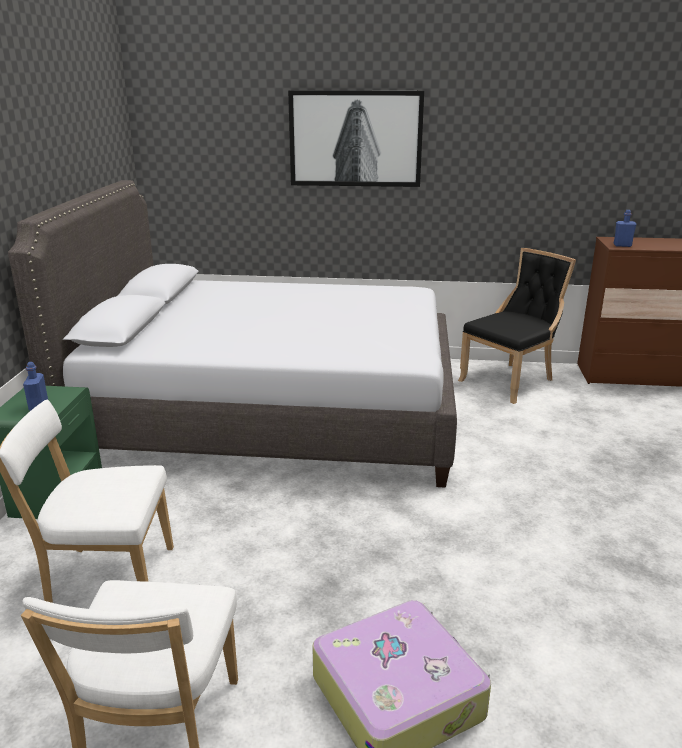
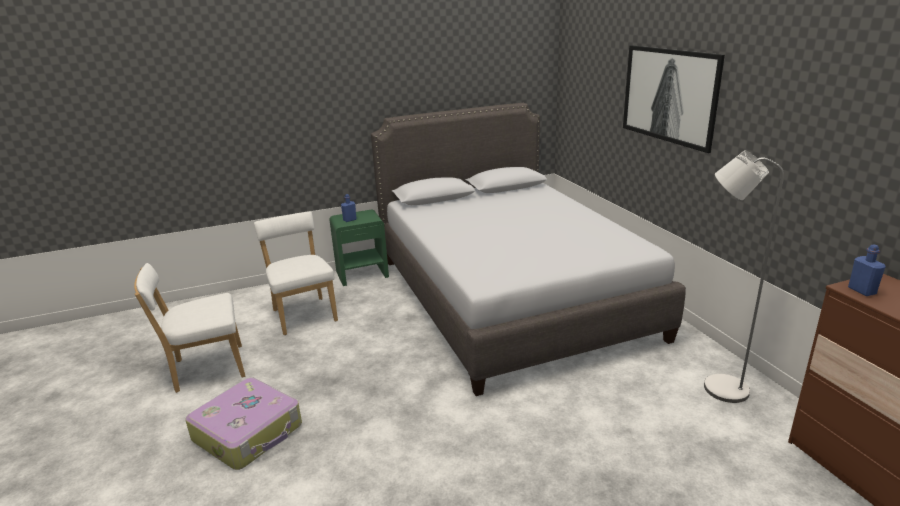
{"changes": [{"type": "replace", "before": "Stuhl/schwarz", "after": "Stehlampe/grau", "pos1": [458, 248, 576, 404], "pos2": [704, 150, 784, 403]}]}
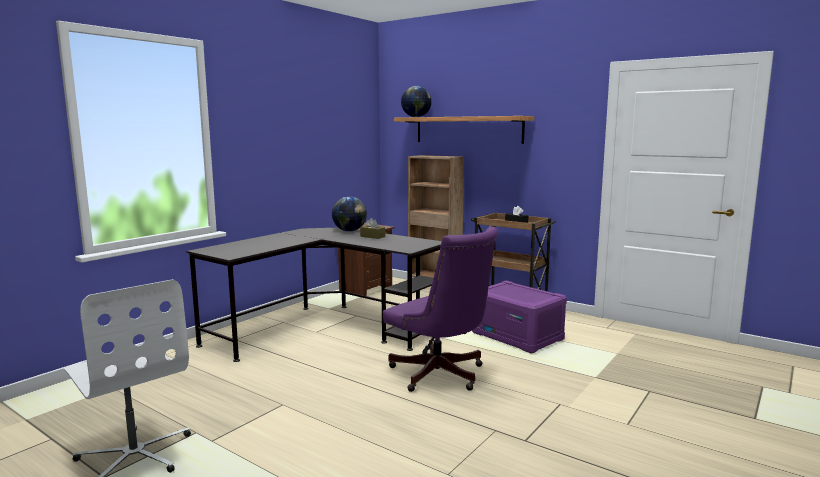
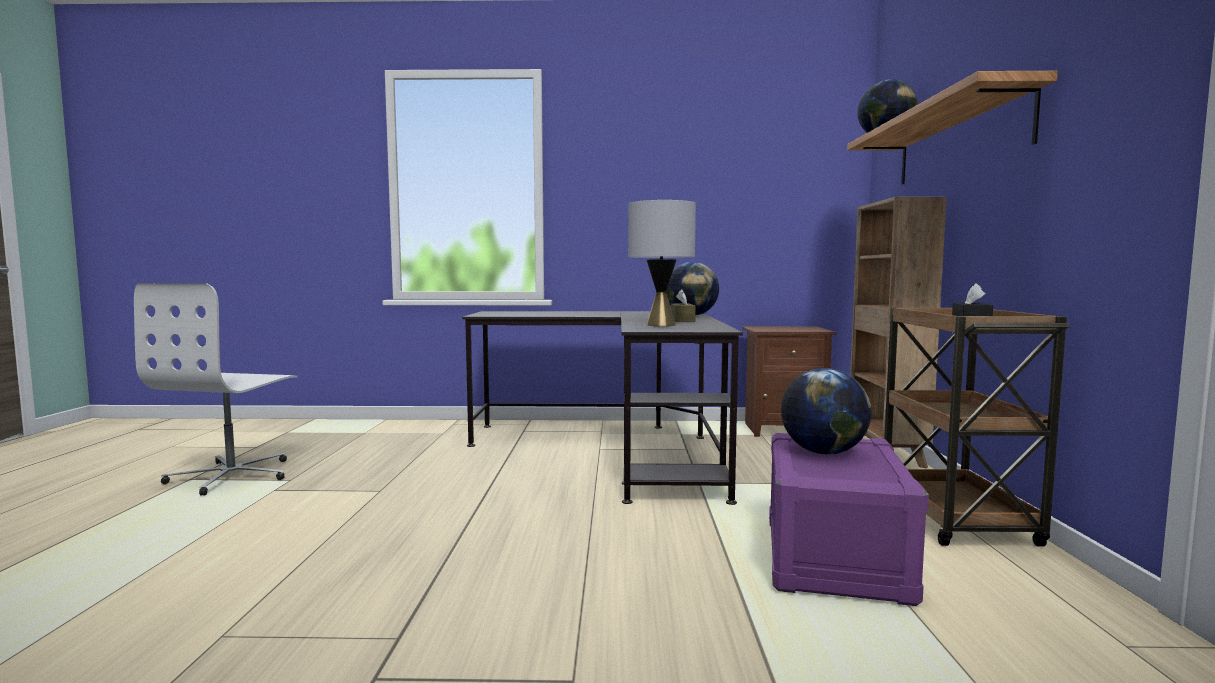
{"changes": [{"type": "delete", "before": "Bürostuhl/lila", "pos1": [383, 227, 498, 392]}, {"type": "insert", "after": "Tischlampe/grau", "pos2": [628, 199, 696, 326]}, {"type": "insert", "after": "Globus", "pos2": [781, 368, 872, 454]}]}
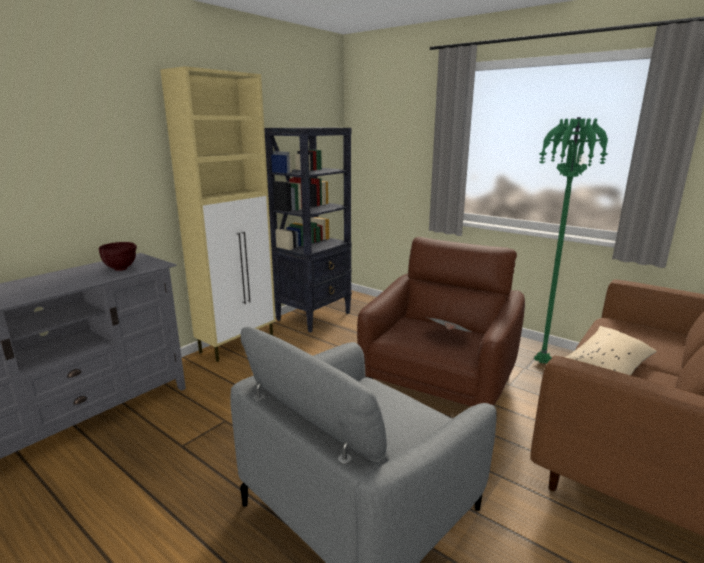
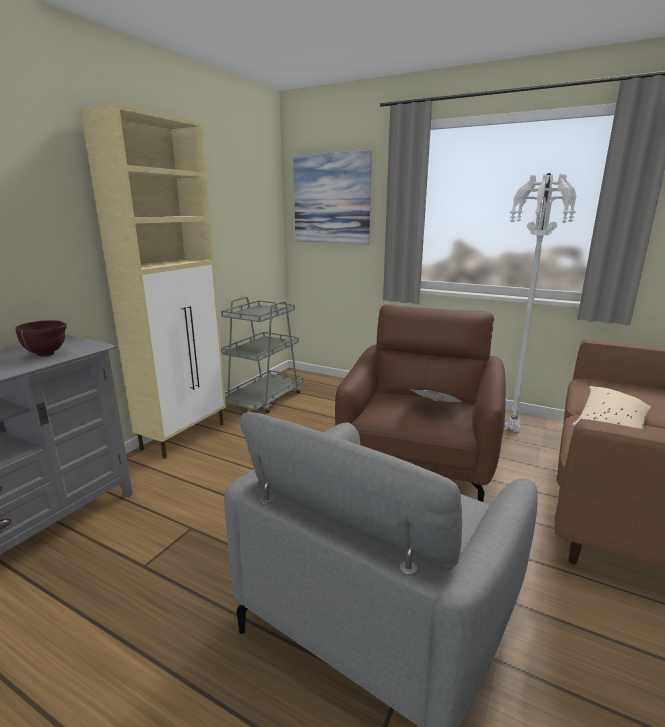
{"changes": [{"type": "replace", "before": "Bücherregal/schwarz", "after": "Rollwagen/grau", "pos1": [264, 127, 352, 333], "pos2": [221, 297, 304, 413]}, {"type": "recolor", "before": "Stehlampe/grün", "after": "Stehlampe/weiß", "pos1": [534, 117, 608, 364], "pos2": [505, 173, 576, 430]}, {"type": "insert", "after": "Bild", "pos2": [293, 150, 372, 245]}]}
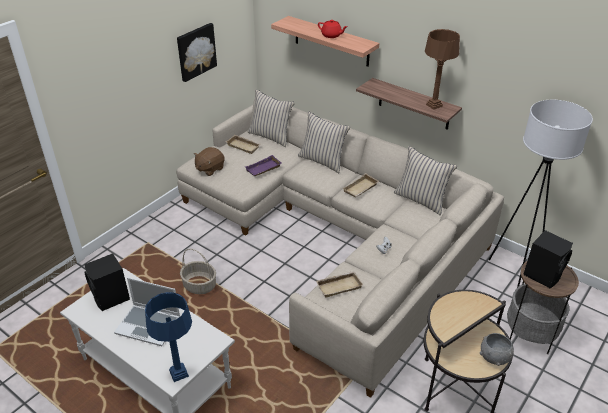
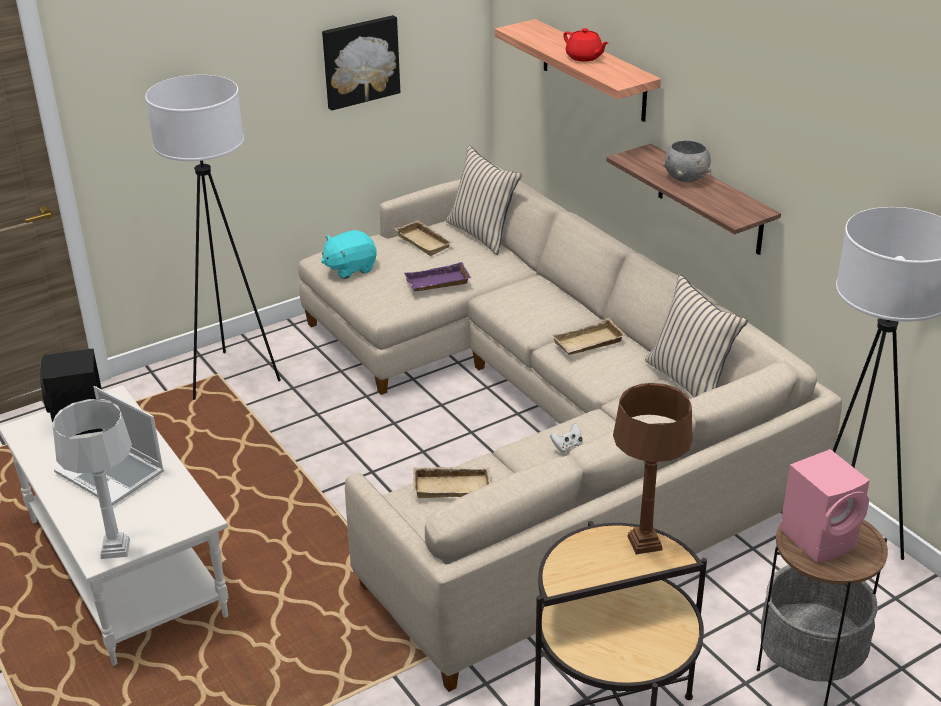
{"changes": [{"type": "recolor", "before": "Tischlampe/blau", "after": "Tischlampe/grau", "pos1": [145, 292, 192, 382], "pos2": [52, 399, 132, 559]}, {"type": "delete", "before": "Korb", "pos1": [180, 249, 216, 294]}, {"type": "recolor", "before": "Plüschtier/braun", "after": "Plüschtier/türkis", "pos1": [194, 147, 225, 176], "pos2": [321, 230, 377, 279]}, {"type": "delete", "before": "Kissen/beige", "pos1": [298, 111, 350, 173]}, {"type": "move", "before": "Tischlampe/braun", "pos1": [425, 29, 460, 110], "pos2": [613, 383, 693, 554]}, {"type": "move", "before": "Schüssel/grau", "pos1": [480, 333, 514, 366], "pos2": [663, 140, 711, 182]}, {"type": "recolor", "before": "Lautsprecher/schwarz", "after": "Lautsprecher/rosa", "pos1": [523, 230, 573, 288], "pos2": [780, 449, 870, 563]}, {"type": "insert", "after": "Stehlampe/weiß", "pos2": [145, 75, 281, 400]}]}
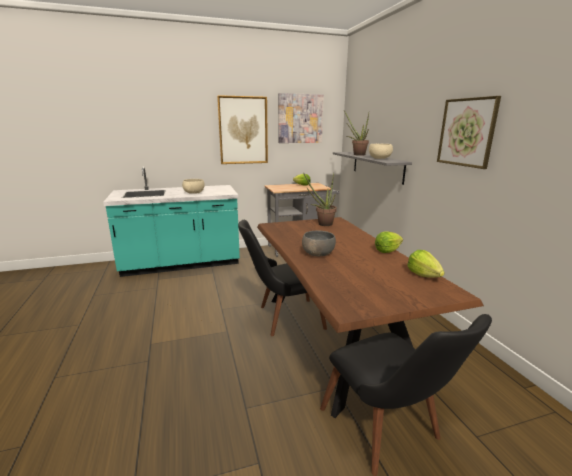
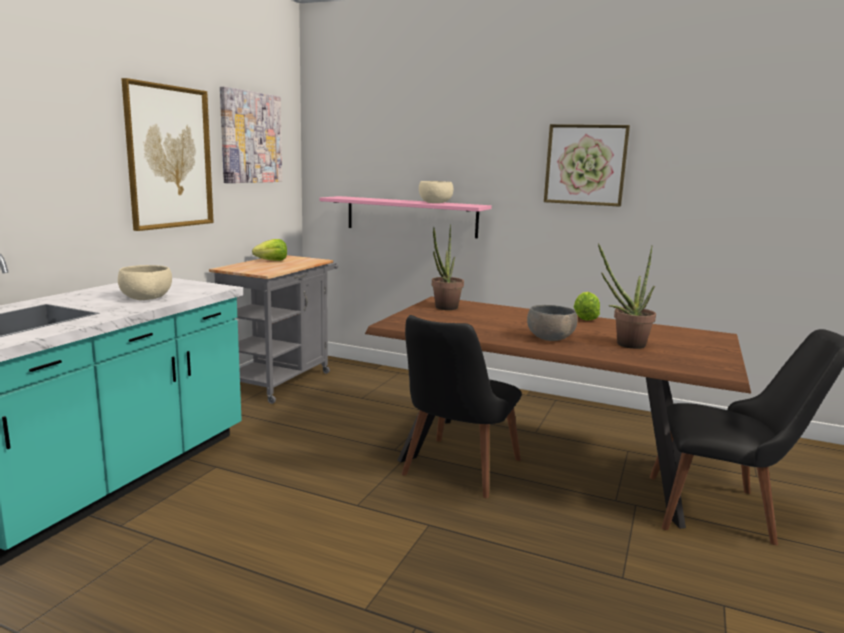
{"changes": [{"type": "recolor", "before": "Wandregal/grau", "after": "Wandregal/rosa", "pos1": [333, 152, 412, 185], "pos2": [319, 196, 492, 238]}, {"type": "move", "before": "Topfpflanze", "pos1": [344, 111, 369, 156], "pos2": [598, 243, 656, 349]}, {"type": "delete", "before": "Salatkopf", "pos1": [408, 250, 445, 278]}]}
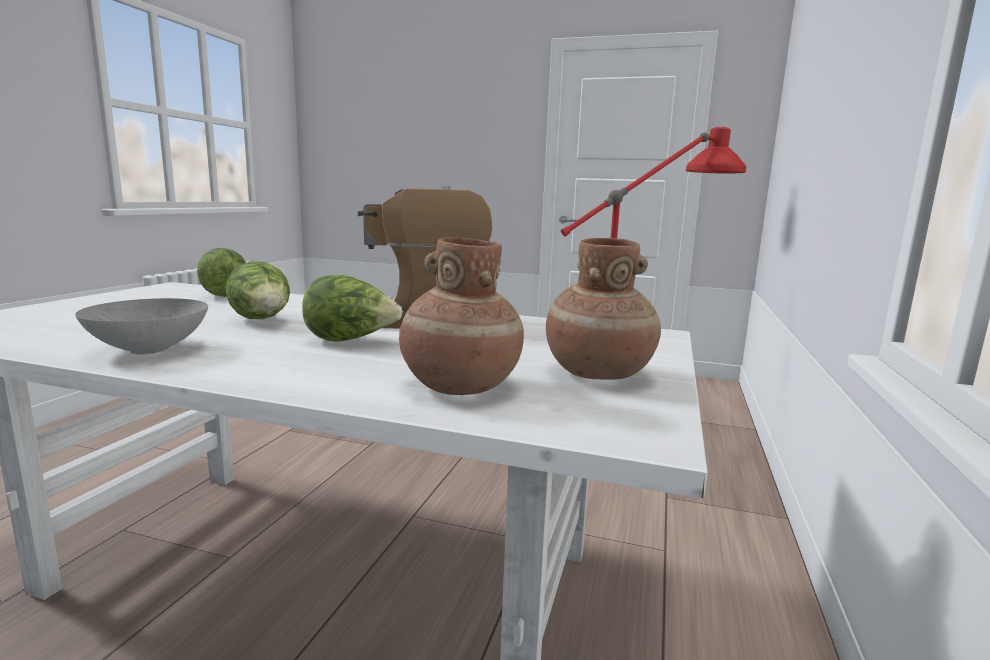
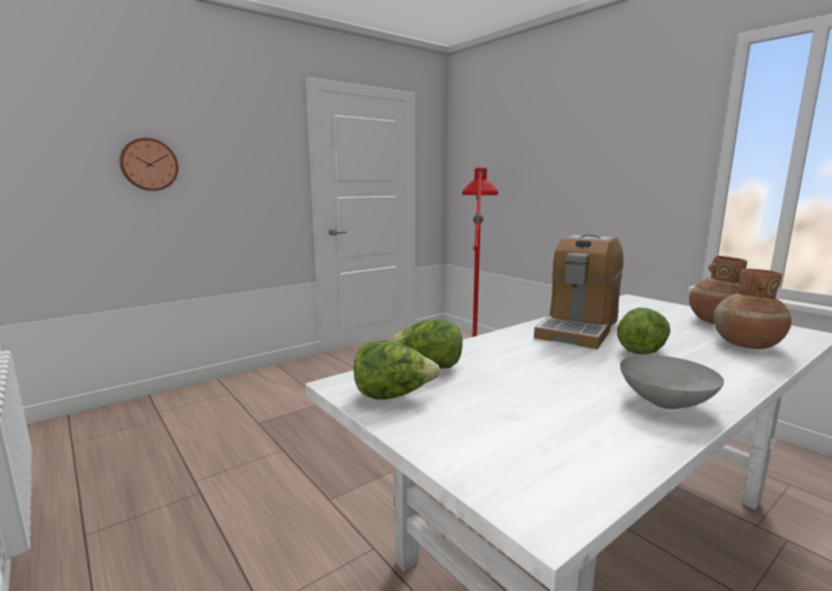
{"changes": [{"type": "move", "before": "Salatkopf", "pos1": [226, 261, 290, 319], "pos2": [354, 340, 440, 400]}, {"type": "insert", "after": "Wanduhr", "pos2": [120, 138, 178, 191]}]}
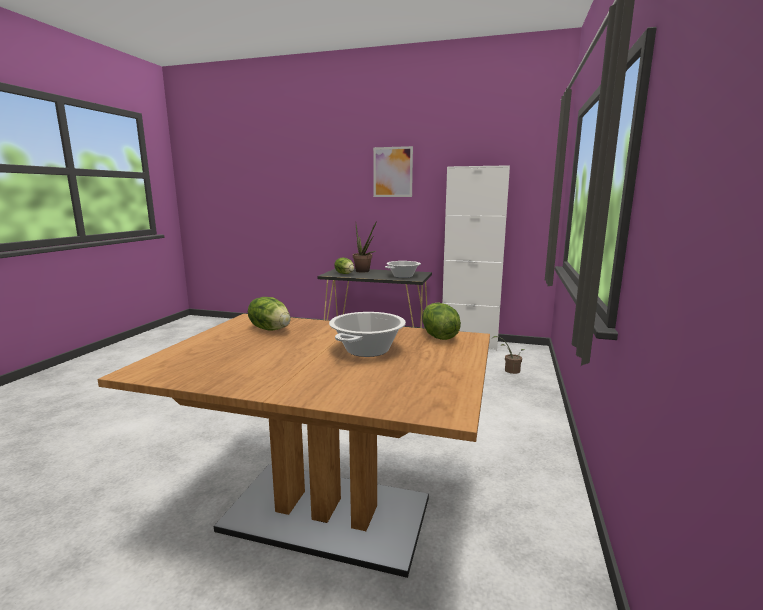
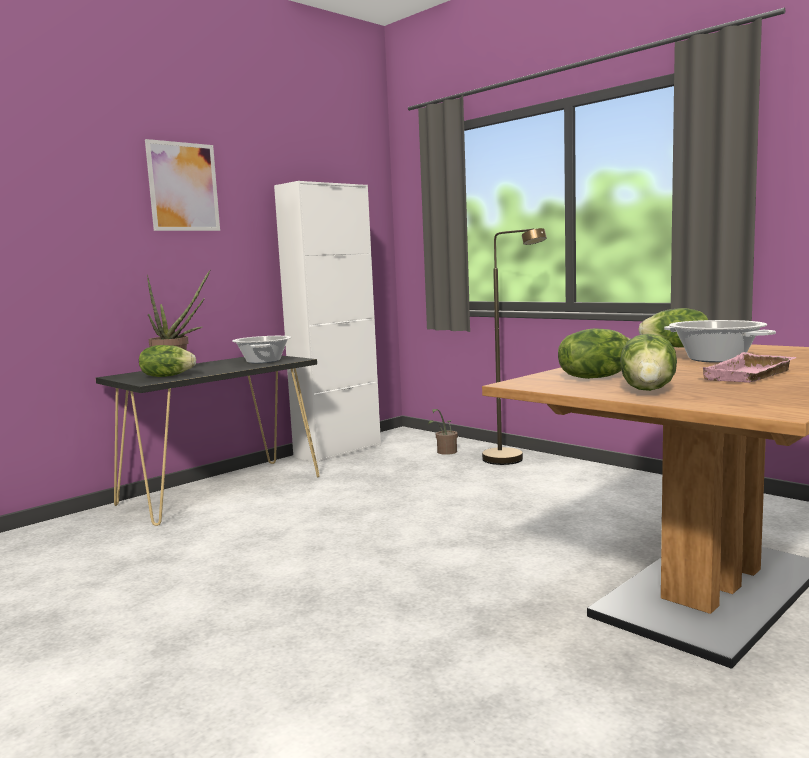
{"changes": [{"type": "insert", "after": "Stehlampe/braun", "pos2": [482, 228, 547, 465]}, {"type": "insert", "after": "Salatkopf", "pos2": [620, 334, 677, 391]}, {"type": "insert", "after": "Tablett/rosa", "pos2": [702, 352, 796, 383]}]}
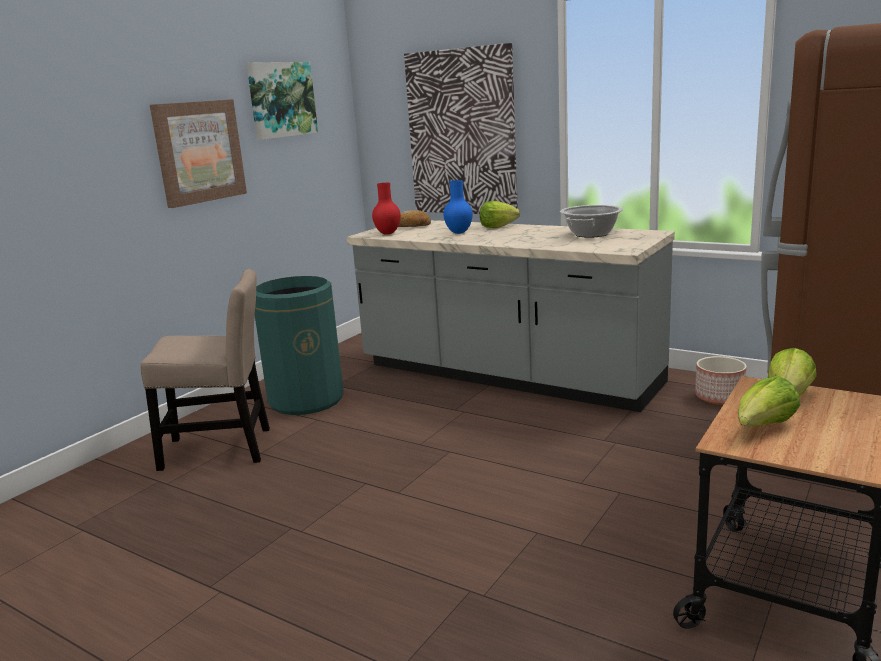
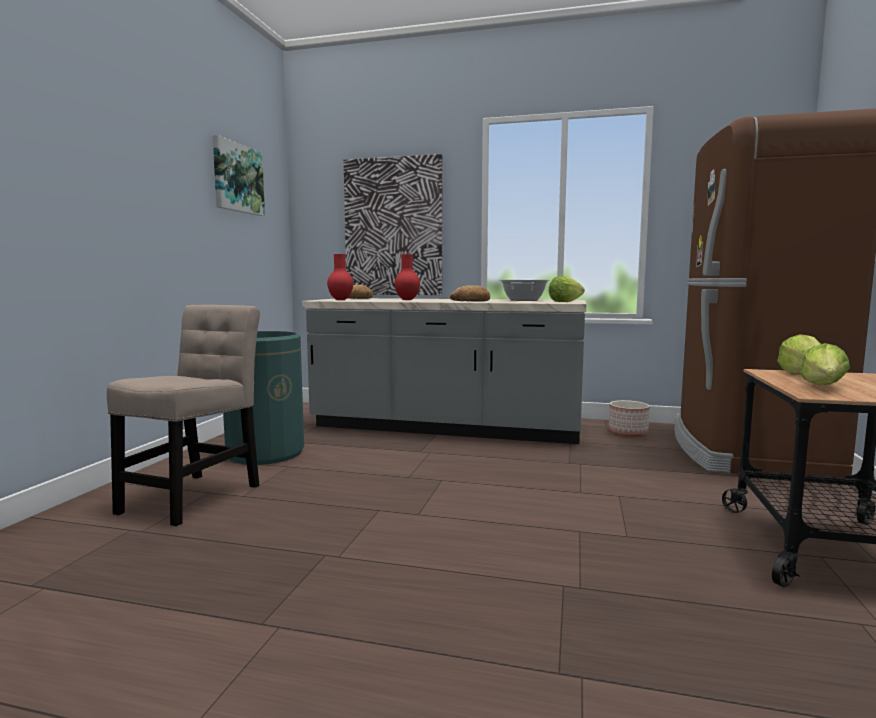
{"changes": [{"type": "rotate", "before": "Stuhl/beige", "pos1": [140, 269, 270, 471], "pos2": [107, 305, 260, 526], "turn": -45}, {"type": "delete", "before": "Bild", "pos1": [150, 99, 247, 208]}, {"type": "recolor", "before": "Vase/blau", "after": "Vase/rot", "pos1": [443, 180, 473, 234], "pos2": [395, 254, 420, 300]}, {"type": "move", "before": "Salatkopf", "pos1": [480, 201, 520, 228], "pos2": [548, 276, 584, 302]}, {"type": "insert", "after": "Brot", "pos2": [450, 285, 490, 301]}]}
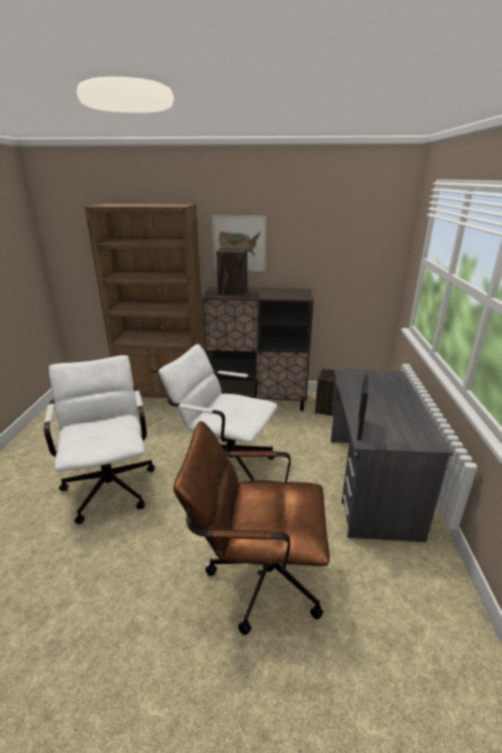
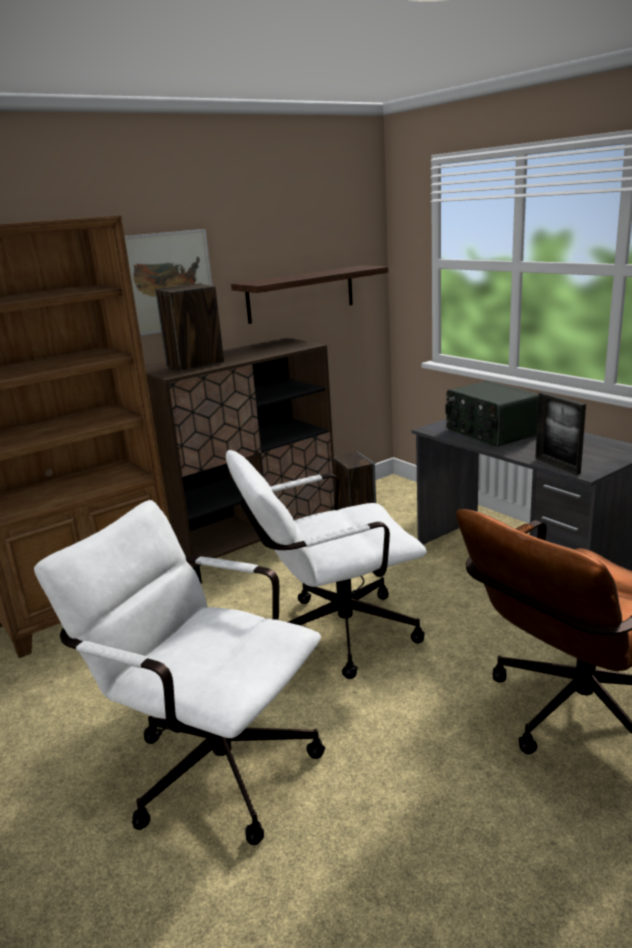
{"changes": [{"type": "insert", "after": "Wandregal", "pos2": [231, 265, 388, 324]}, {"type": "insert", "after": "Radio", "pos2": [446, 381, 539, 447]}]}
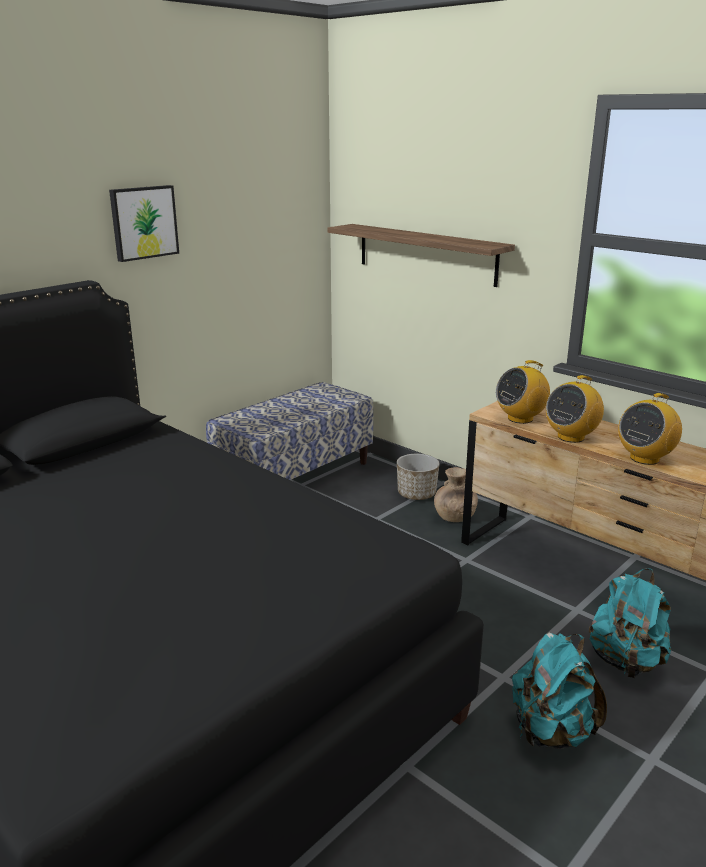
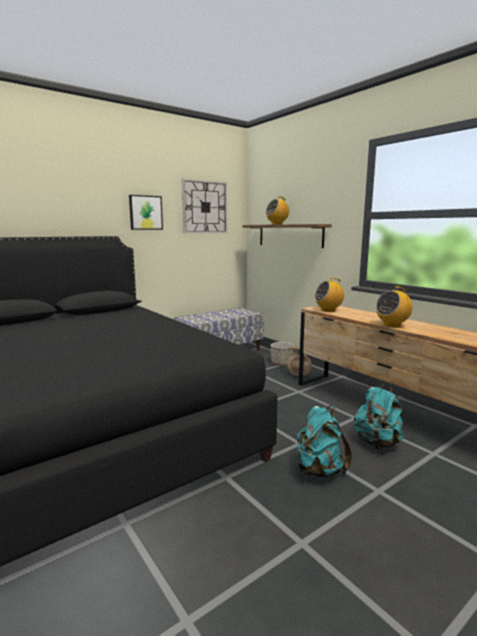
{"changes": [{"type": "move", "before": "Radio", "pos1": [546, 375, 604, 443], "pos2": [265, 196, 289, 225]}, {"type": "insert", "after": "Wanduhr", "pos2": [182, 178, 227, 234]}]}
